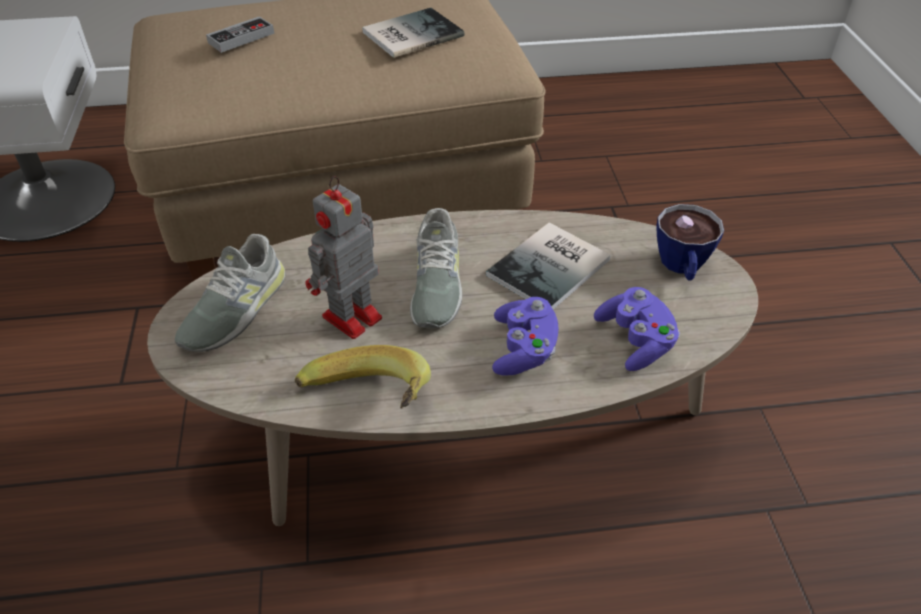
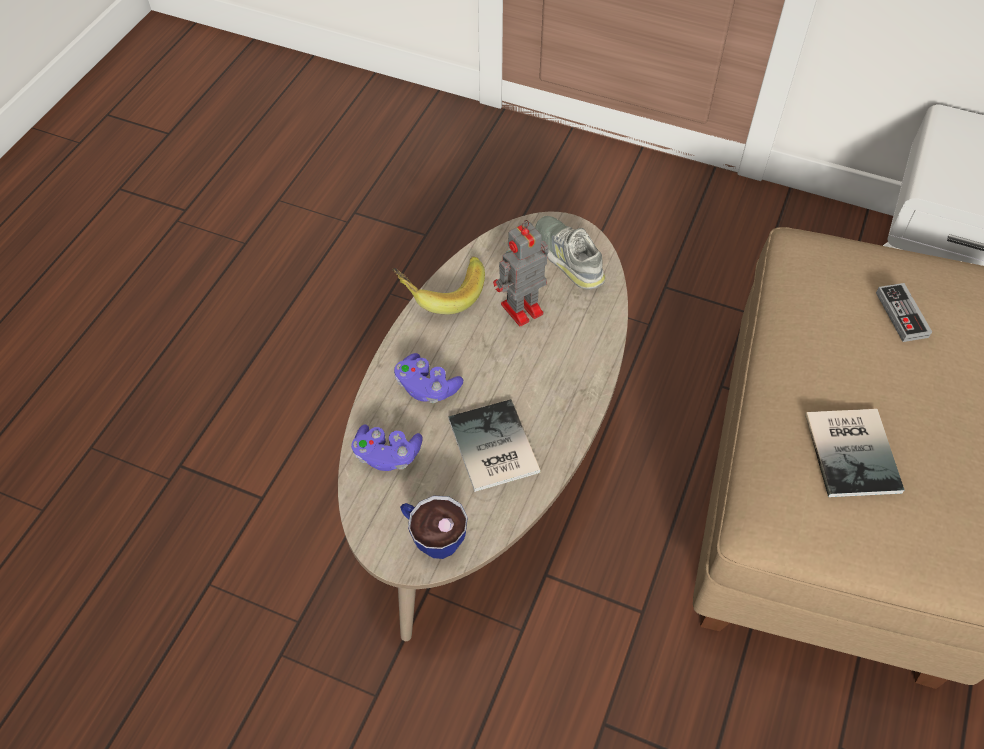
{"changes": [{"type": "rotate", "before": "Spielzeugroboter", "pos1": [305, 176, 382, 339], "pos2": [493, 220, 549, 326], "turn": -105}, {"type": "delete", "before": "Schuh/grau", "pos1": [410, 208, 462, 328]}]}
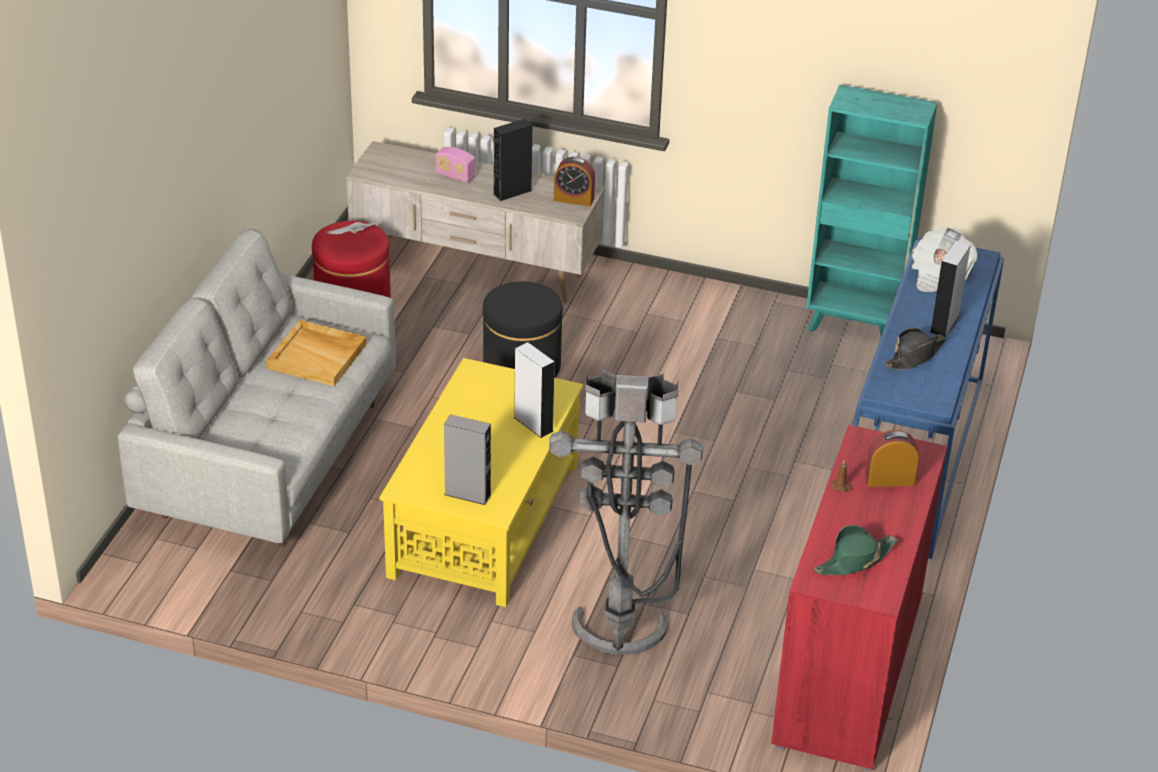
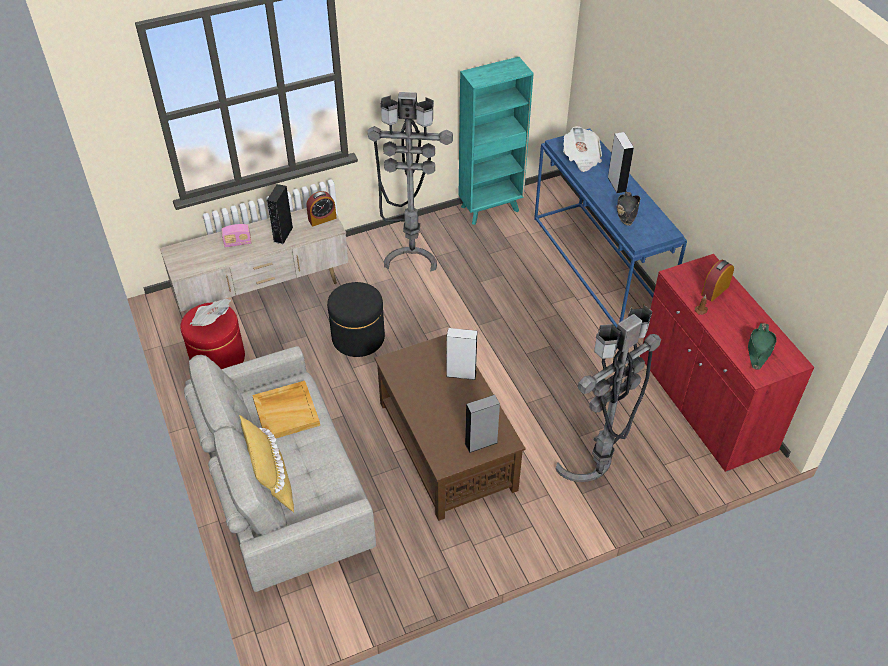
{"changes": [{"type": "recolor", "before": "Couchtisch/gelb", "after": "Couchtisch/braun", "pos1": [379, 358, 583, 607], "pos2": [375, 334, 525, 521]}, {"type": "insert", "after": "Kissen/gelb", "pos2": [239, 415, 294, 512]}, {"type": "insert", "after": "Stehlampe/grau", "pos2": [368, 92, 453, 272]}]}
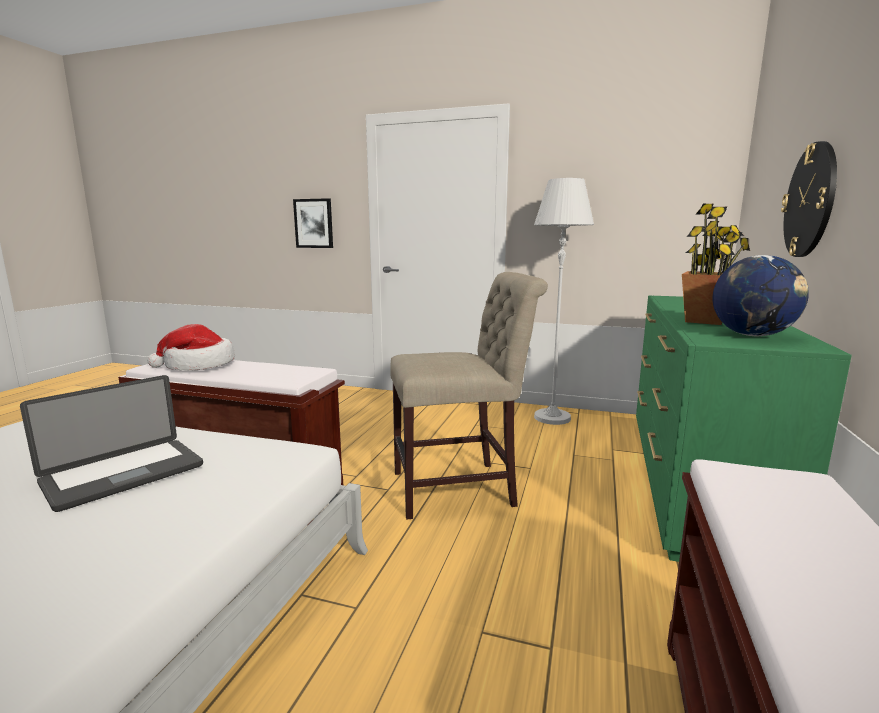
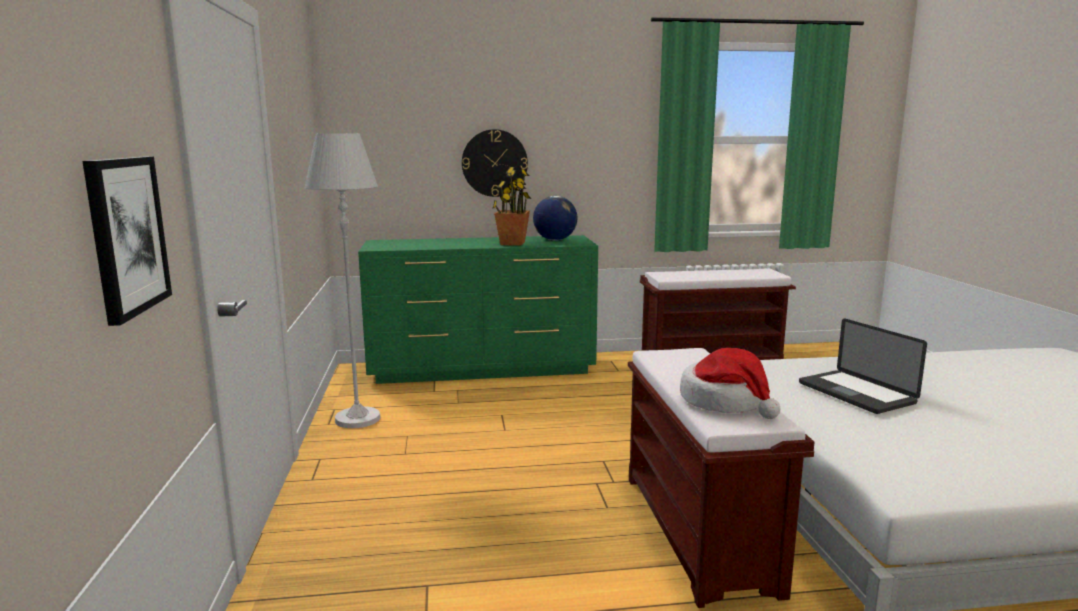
{"changes": [{"type": "rotate", "before": "Laptop", "pos1": [20, 375, 203, 512], "pos2": [799, 318, 927, 414], "turn": -135}, {"type": "delete", "before": "Stuhl/beige", "pos1": [390, 272, 548, 520]}]}
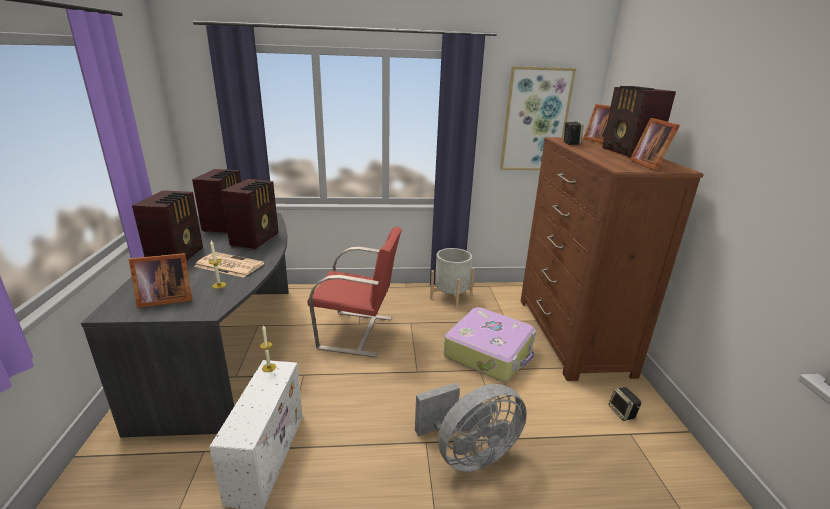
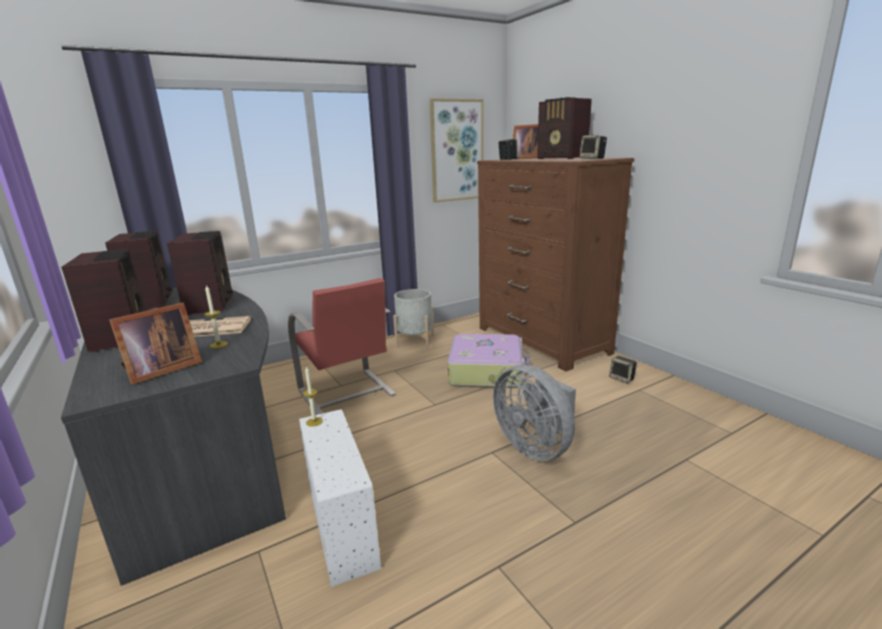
{"changes": [{"type": "rotate", "before": "Stuhl/rot", "pos1": [308, 227, 402, 357], "pos2": [288, 278, 396, 415], "turn": 75}, {"type": "rotate", "before": "Ventilator/grau", "pos1": [415, 383, 527, 472], "pos2": [493, 365, 576, 461], "turn": 105}, {"type": "replace", "before": "Bilderrahmen", "after": "Lautsprecher", "pos1": [630, 118, 680, 171], "pos2": [579, 135, 607, 159]}]}
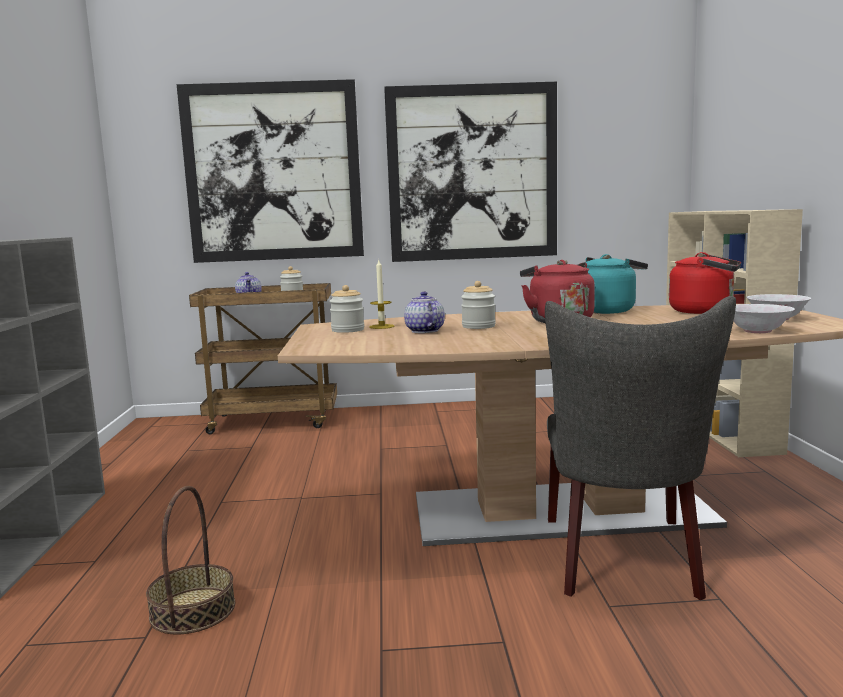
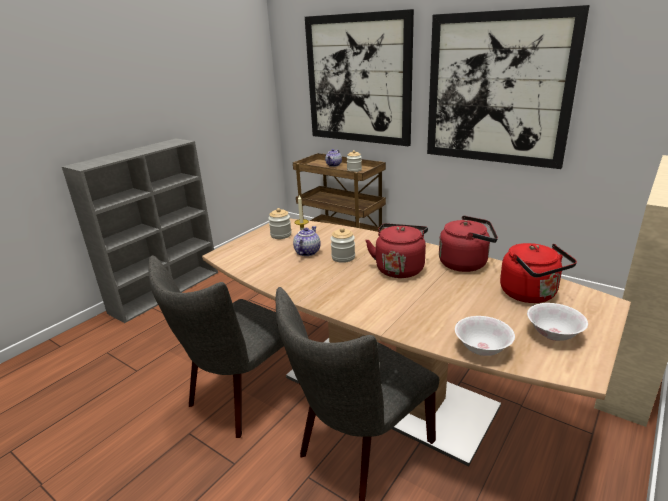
{"changes": [{"type": "delete", "before": "Korb", "pos1": [146, 486, 235, 634]}, {"type": "recolor", "before": "Wasserkessel/türkis", "after": "Wasserkessel/rot", "pos1": [586, 254, 648, 314], "pos2": [439, 216, 498, 272]}, {"type": "insert", "after": "Stuhl/grau", "pos2": [149, 255, 300, 438]}]}
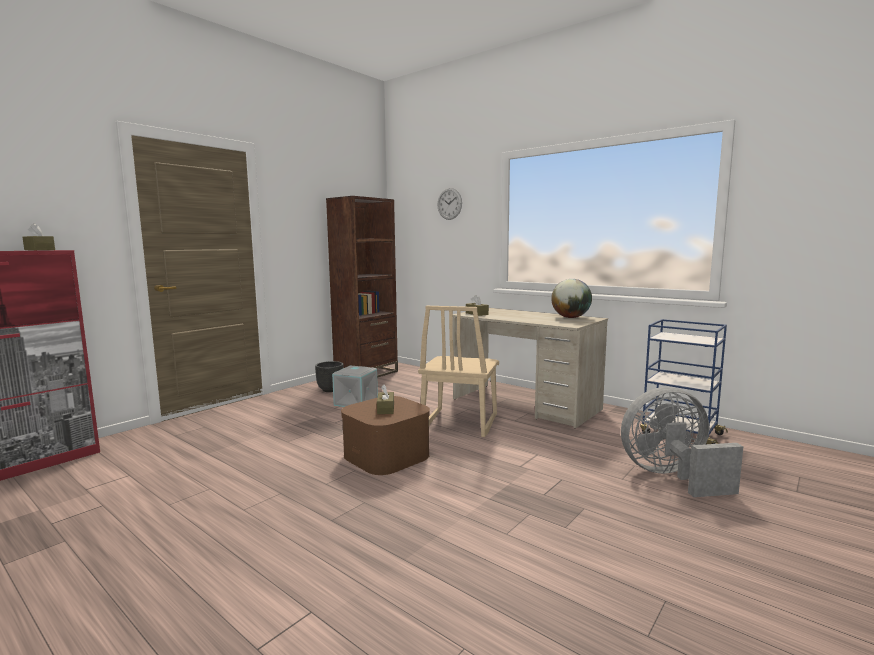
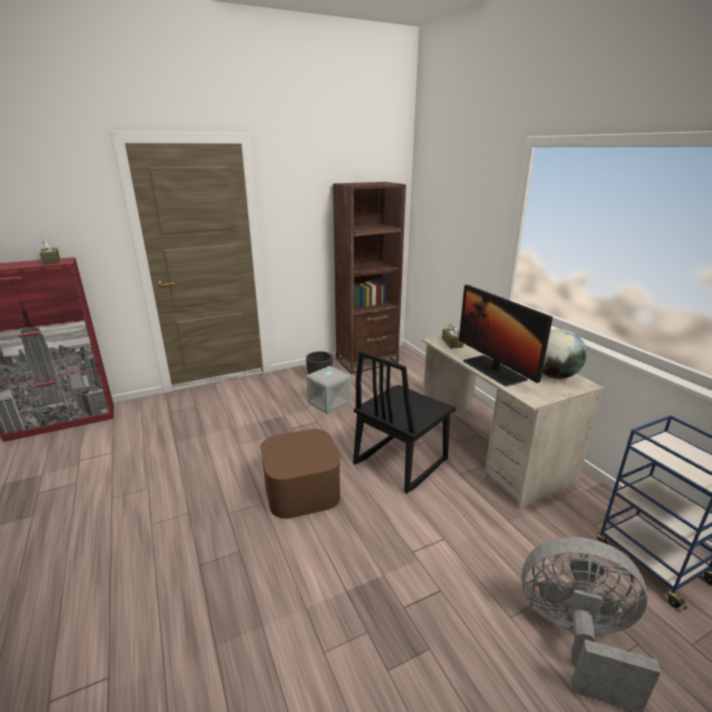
{"changes": [{"type": "delete", "before": "Taschentuchbox/braun", "pos1": [377, 384, 394, 414]}, {"type": "recolor", "before": "Stuhl/beige", "after": "Stuhl/schwarz", "pos1": [418, 306, 499, 437], "pos2": [353, 350, 456, 493]}, {"type": "delete", "before": "Wanduhr", "pos1": [437, 188, 462, 220]}, {"type": "insert", "after": "Monitor", "pos2": [459, 285, 553, 387]}]}
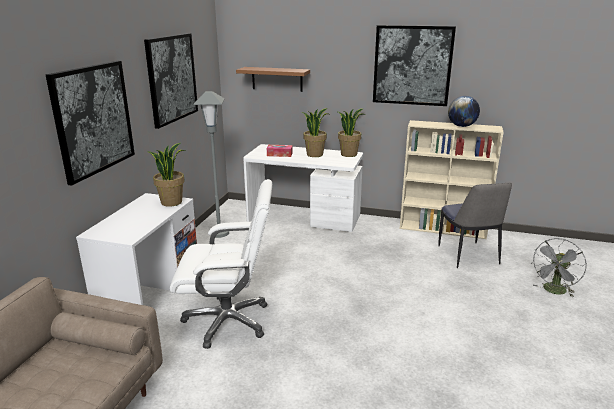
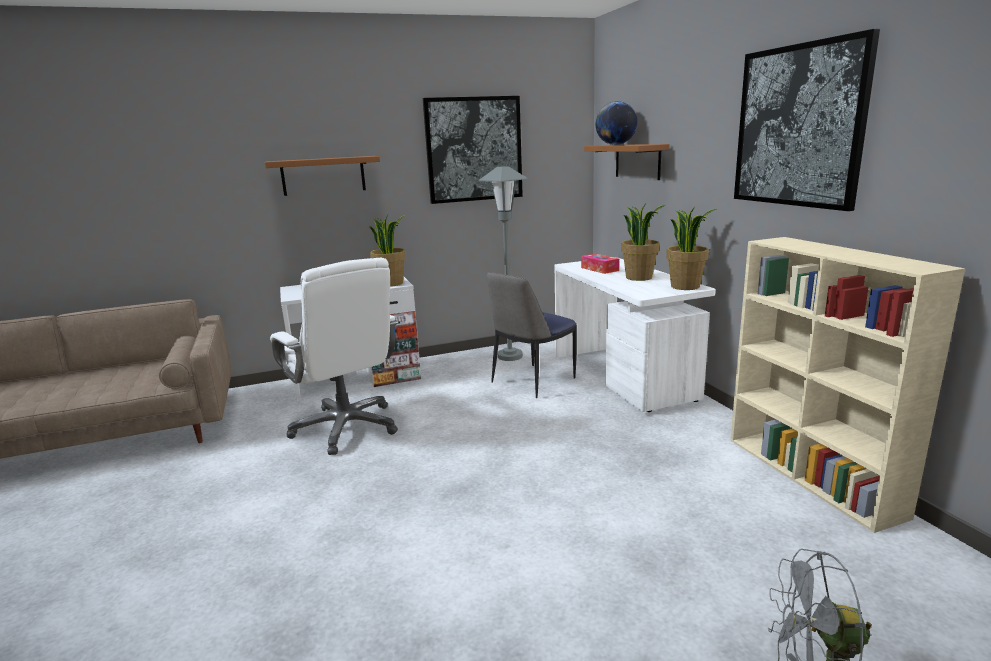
{"changes": [{"type": "replace", "before": "Bild", "after": "Wandregal/braun", "pos1": [46, 61, 135, 185], "pos2": [265, 156, 380, 196]}, {"type": "move", "before": "Stuhl", "pos1": [438, 183, 512, 268], "pos2": [487, 272, 577, 398]}, {"type": "move", "before": "Globus", "pos1": [448, 96, 480, 127], "pos2": [596, 101, 638, 145]}]}
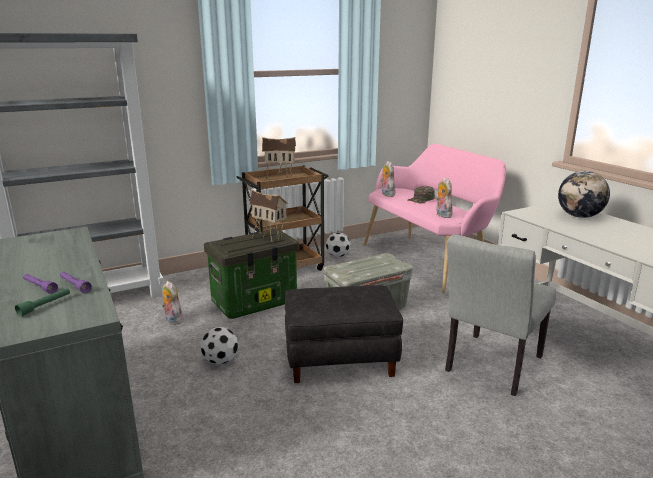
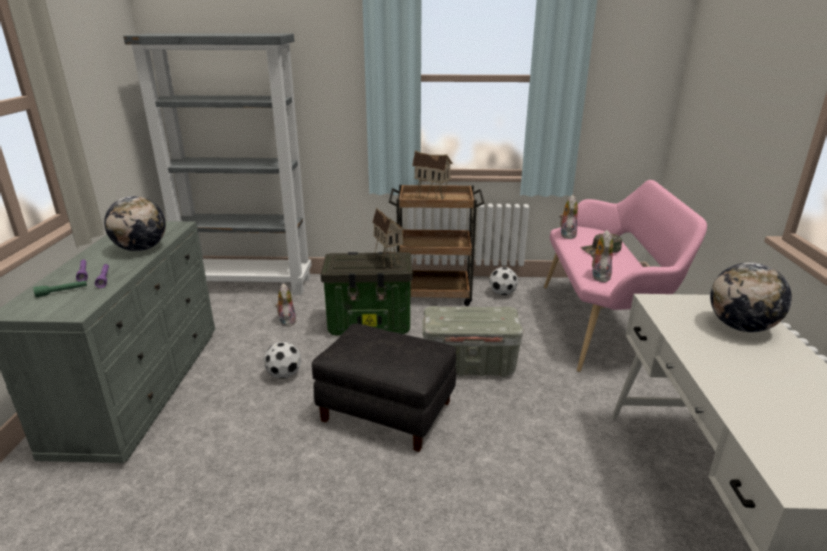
{"changes": [{"type": "delete", "before": "Stuhl/grau", "pos1": [445, 234, 556, 396]}, {"type": "insert", "after": "Globus", "pos2": [104, 196, 166, 251]}]}
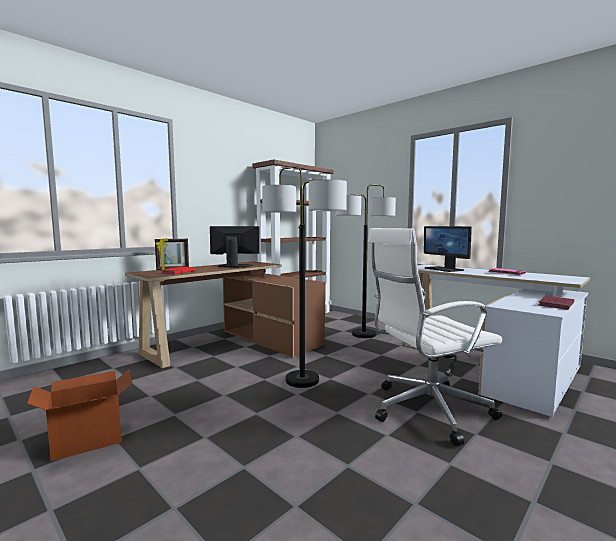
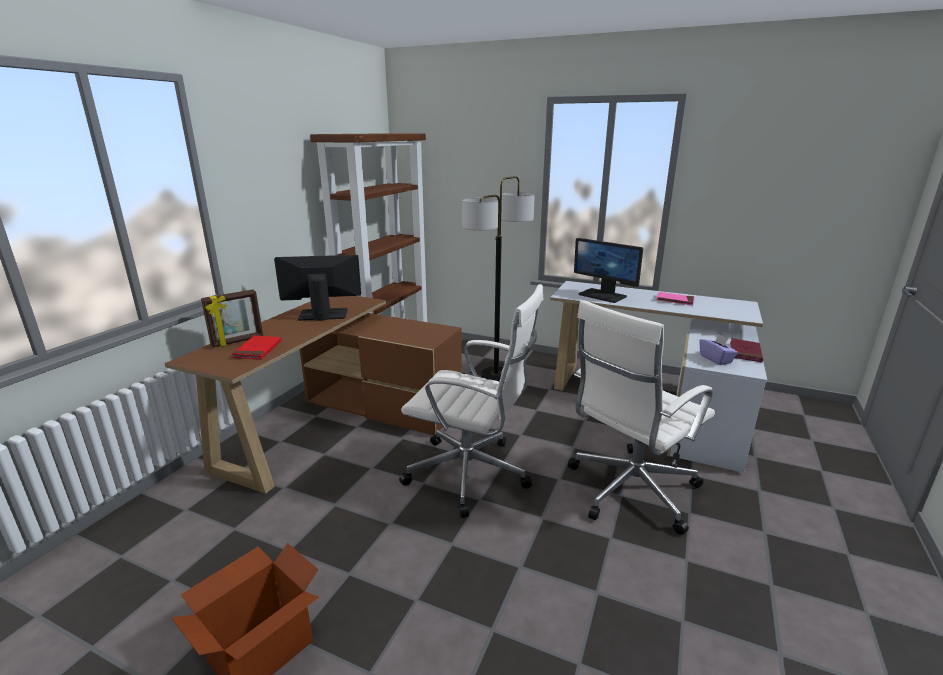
{"changes": [{"type": "replace", "before": "Stehlampe", "after": "Bürostuhl/weiß", "pos1": [262, 166, 347, 388], "pos2": [399, 284, 544, 518]}, {"type": "insert", "after": "Taschentuchbox/lila", "pos2": [699, 334, 738, 365]}]}
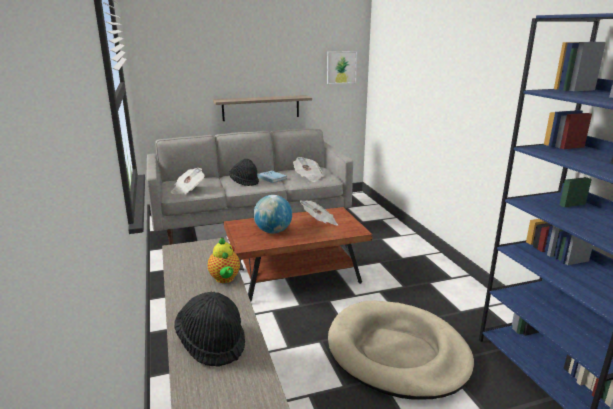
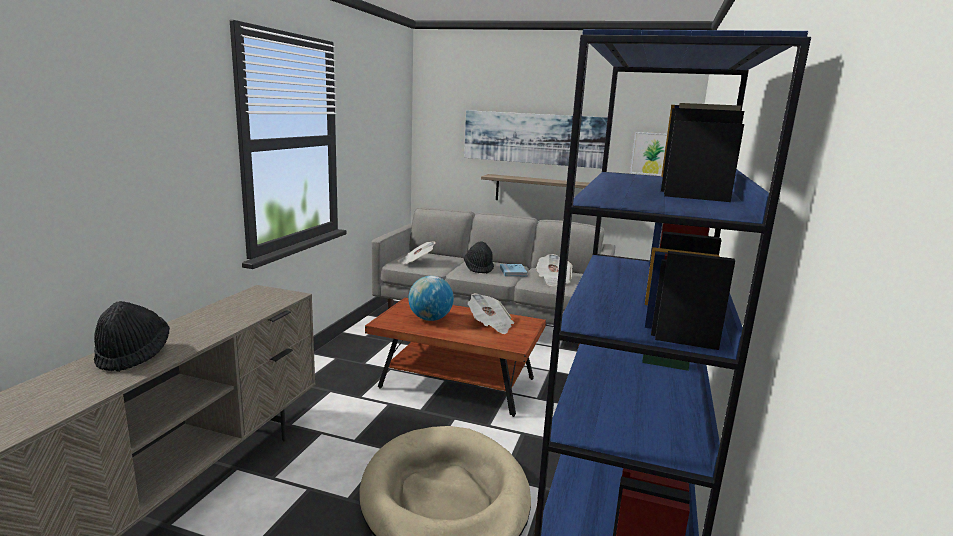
{"changes": [{"type": "delete", "before": "Teekanne", "pos1": [208, 238, 240, 283]}, {"type": "insert", "after": "Bild", "pos2": [464, 110, 608, 168]}]}
